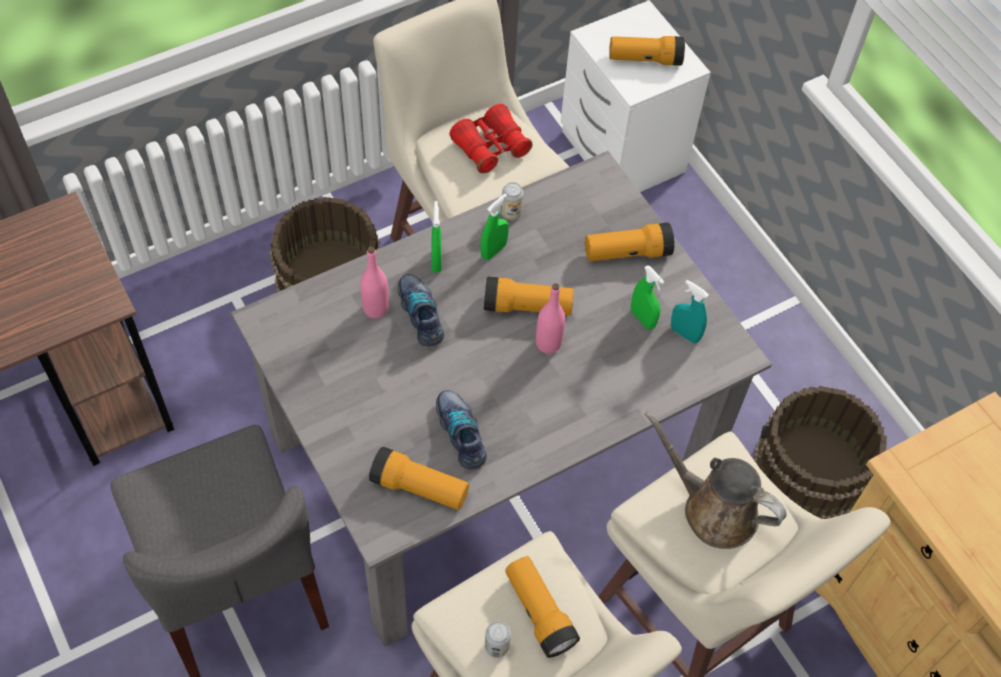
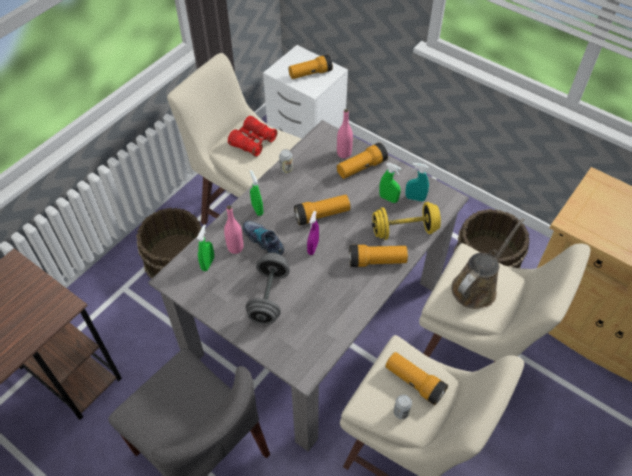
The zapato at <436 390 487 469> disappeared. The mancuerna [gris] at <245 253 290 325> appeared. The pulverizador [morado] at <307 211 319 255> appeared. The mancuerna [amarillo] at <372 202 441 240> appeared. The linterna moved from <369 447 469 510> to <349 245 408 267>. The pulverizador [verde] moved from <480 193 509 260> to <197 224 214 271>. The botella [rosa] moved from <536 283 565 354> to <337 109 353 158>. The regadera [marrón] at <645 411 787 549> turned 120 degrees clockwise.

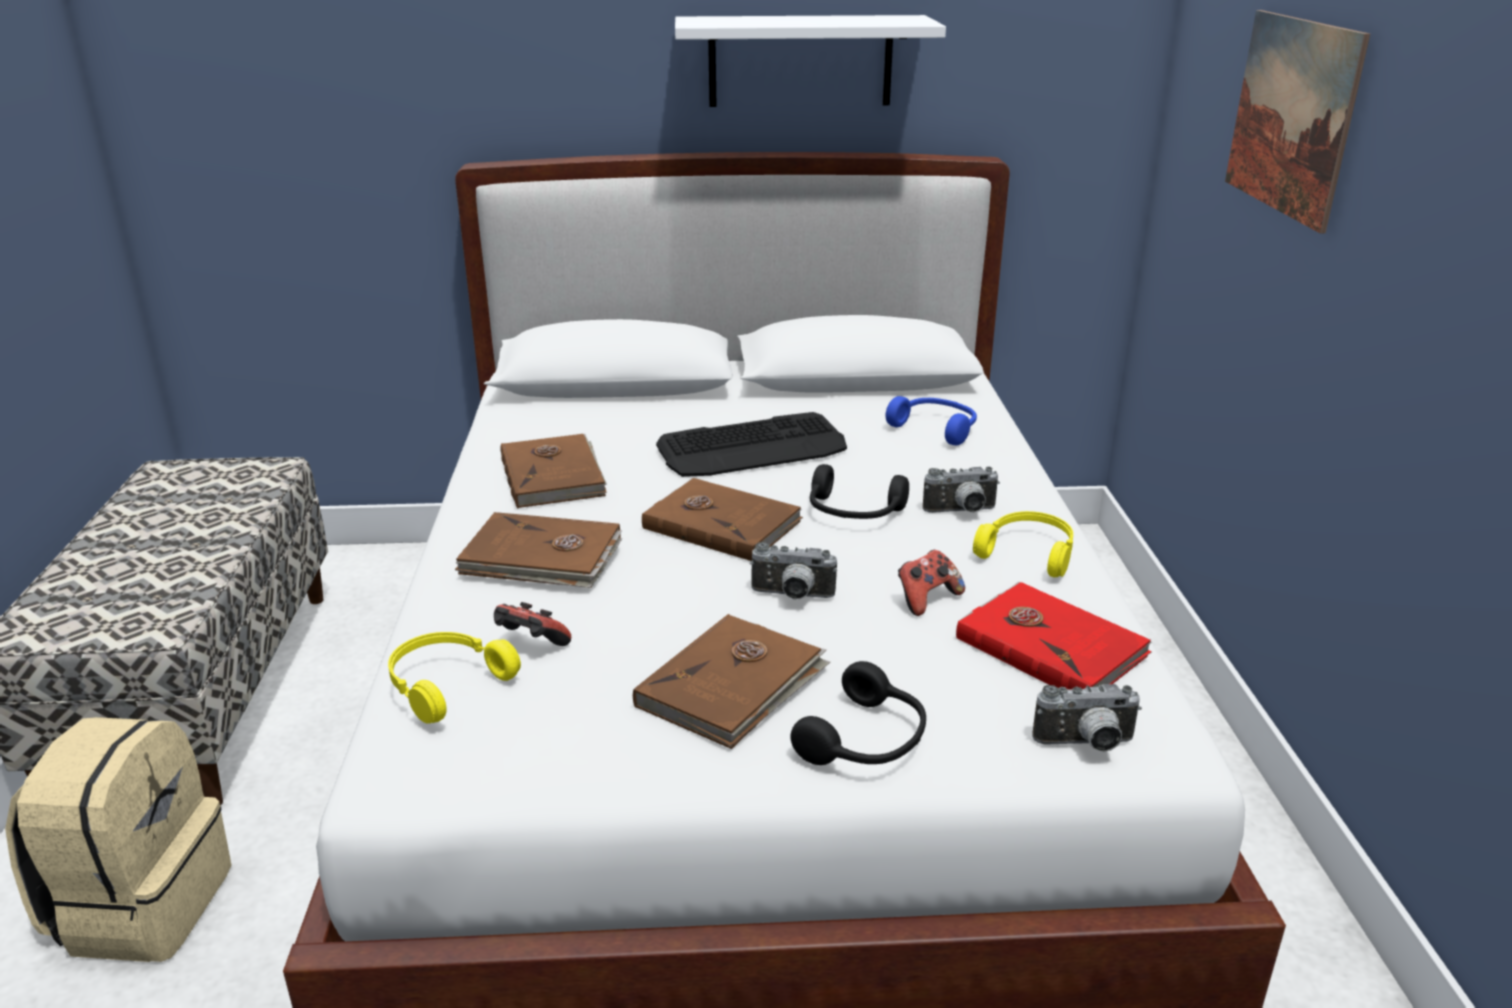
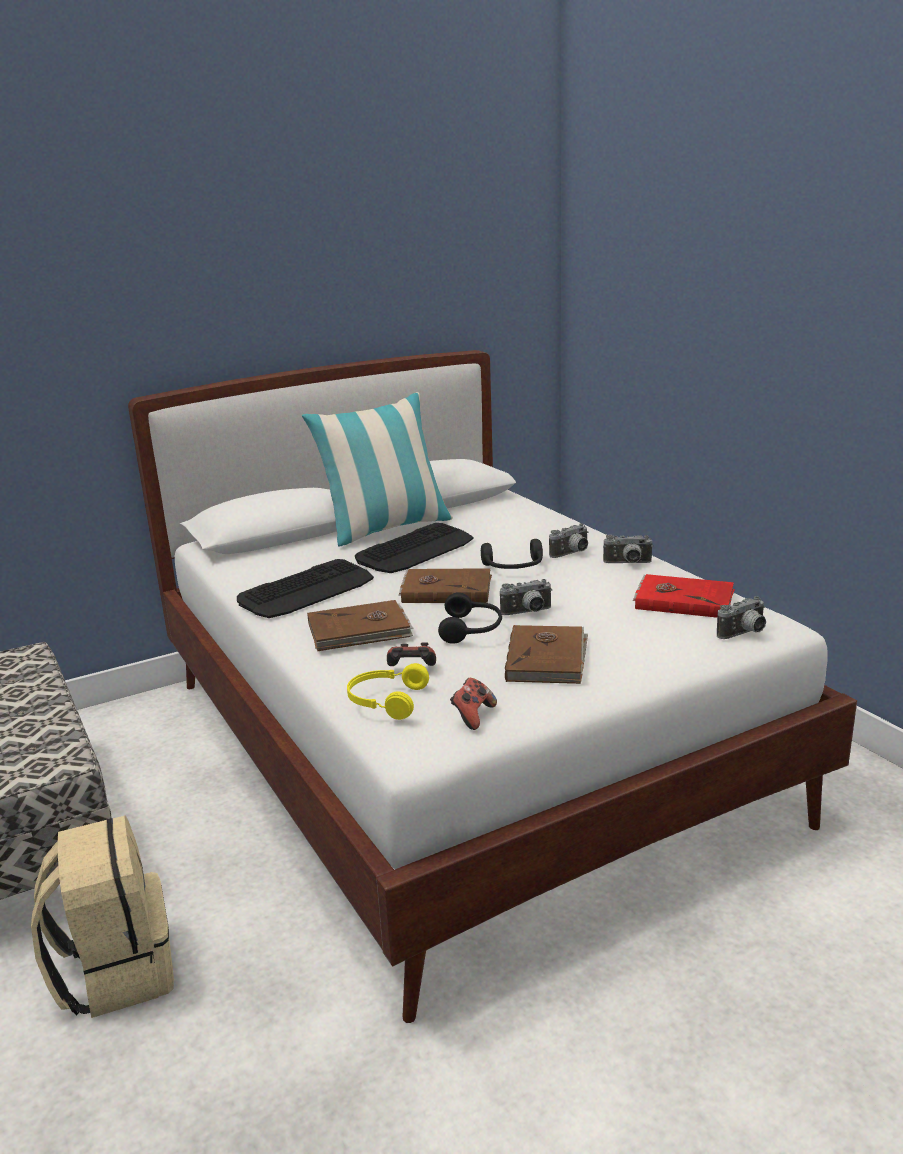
The estante [blanco] at <675 15 946 107> disappeared. The auriculares [azul] at <886 396 977 445> disappeared. The cuadro at <1225 10 1370 233> disappeared. The cojín at <302 392 453 547> appeared. The auriculares [negro] moved from <790 661 926 765> to <438 592 502 644>. The mando de consola moved from <898 550 965 616> to <450 678 497 730>. The libro [marrón] at <501 434 607 508> was replaced by the teclado at <237 559 374 618>. The auriculares [amarillo] at <973 511 1073 577> was replaced by the cámara at <603 535 653 563>.

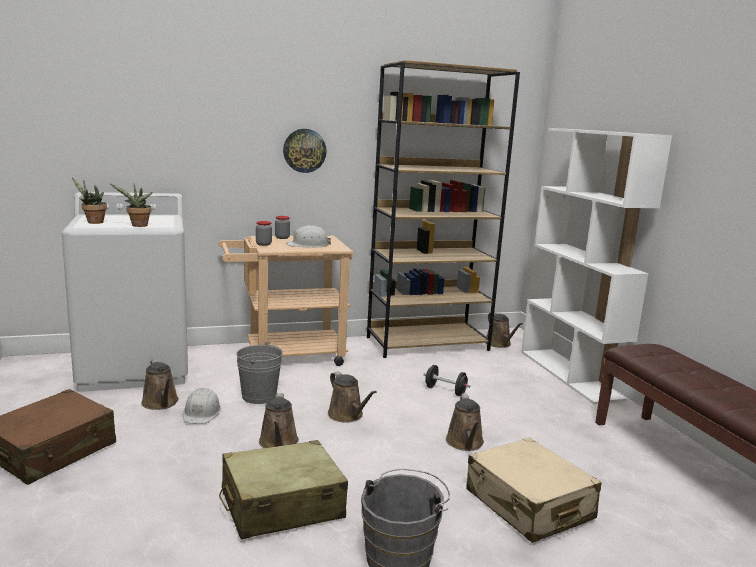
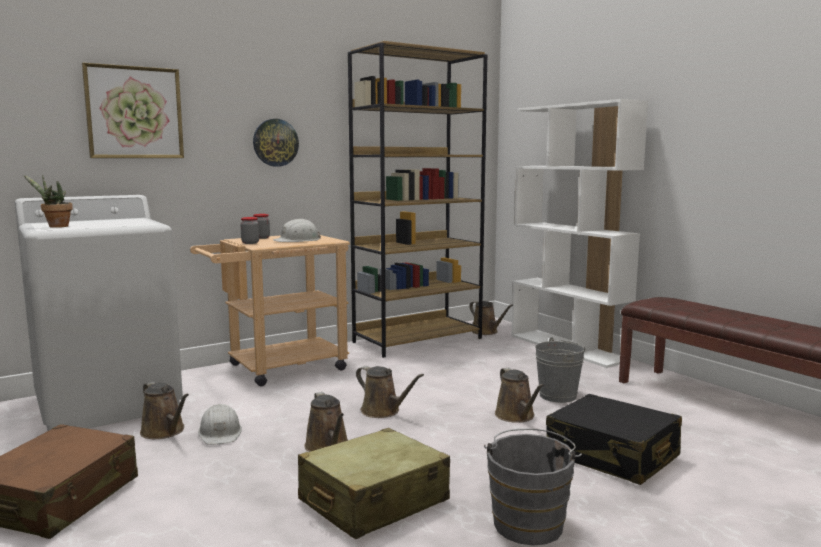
The planta en maceta at <111 184 153 227> disappeared. The mancuerna [negro] at <423 365 470 396> disappeared. The cuadro at <82 63 184 158> appeared. The cubo [gris] moved from <236 342 283 404> to <535 337 585 403>. The maleta [beis] at <466 438 601 543> became the maleta [negro] at <546 394 682 485>.

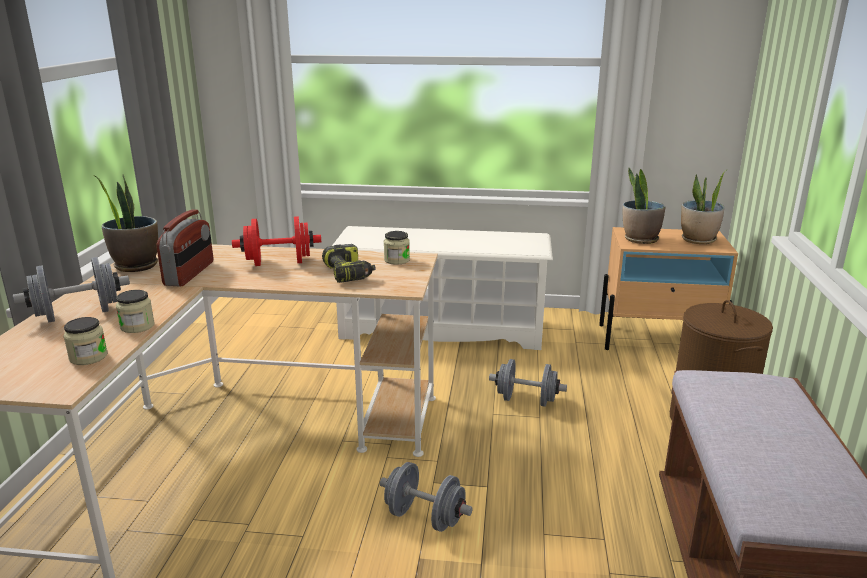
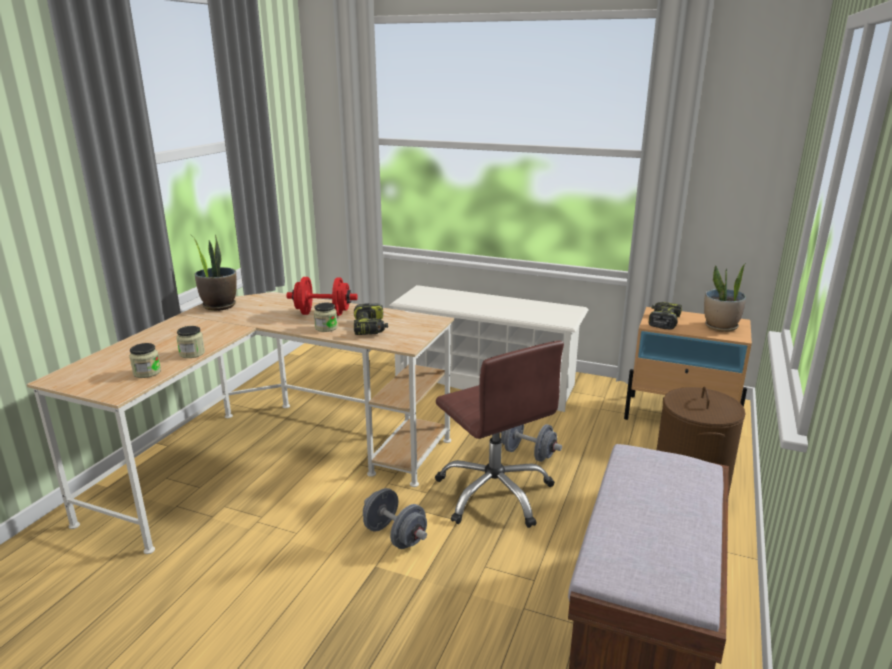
The mancuerna [gris] at <13 257 130 323> disappeared. The radio at <156 209 213 286> disappeared. The silla de oficina [marrón] at <435 341 564 528> appeared. The tarro moved from <384 231 410 265> to <314 303 337 332>. The planta en maceta at <623 168 666 244> was replaced by the taladro at <649 302 682 330>.

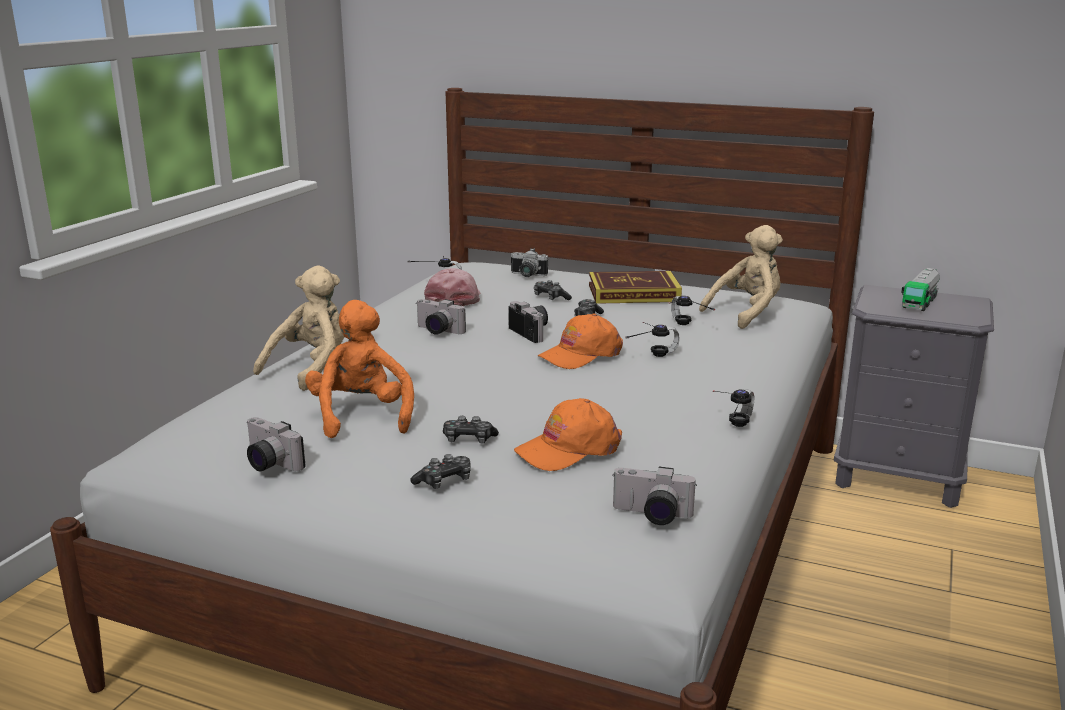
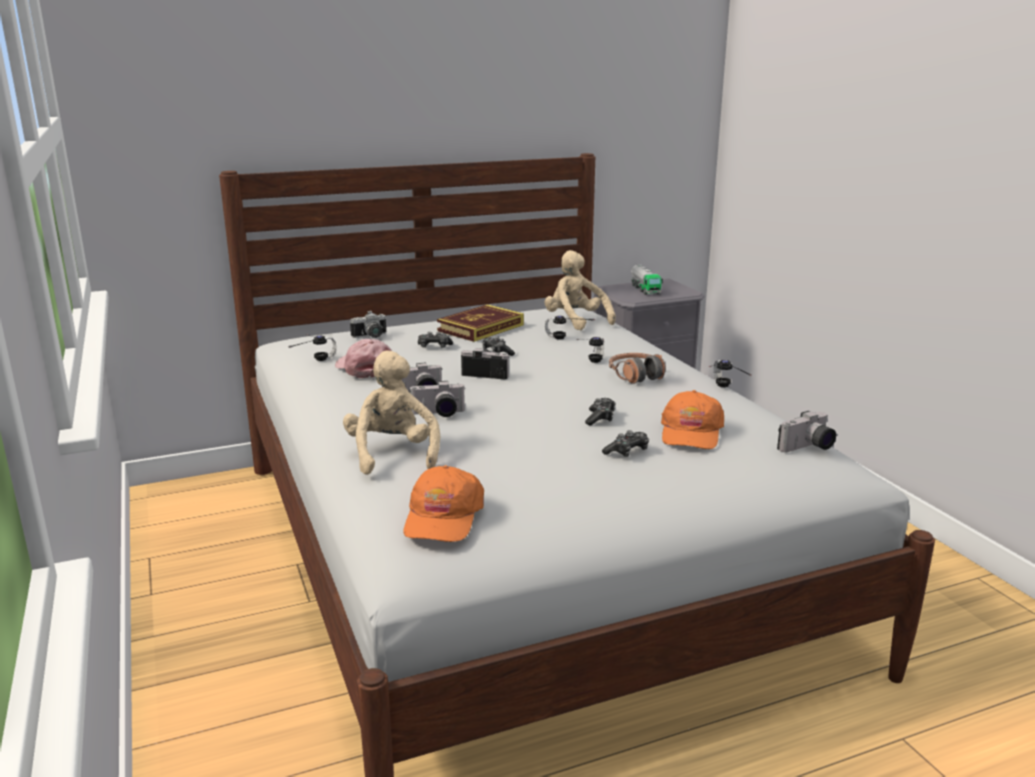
The peluche [naranja] at <305 300 414 438> disappeared. The auriculares at <609 353 666 384> appeared. The cámara moved from <247 417 306 472> to <410 381 466 417>. The mando de consola moved from <410 454 471 489> to <585 398 616 426>. The gorra [naranja] moved from <538 314 623 369> to <403 465 484 542>. The peluche [beis] at <699 225 783 329> turned 45 degrees counterclockwise.

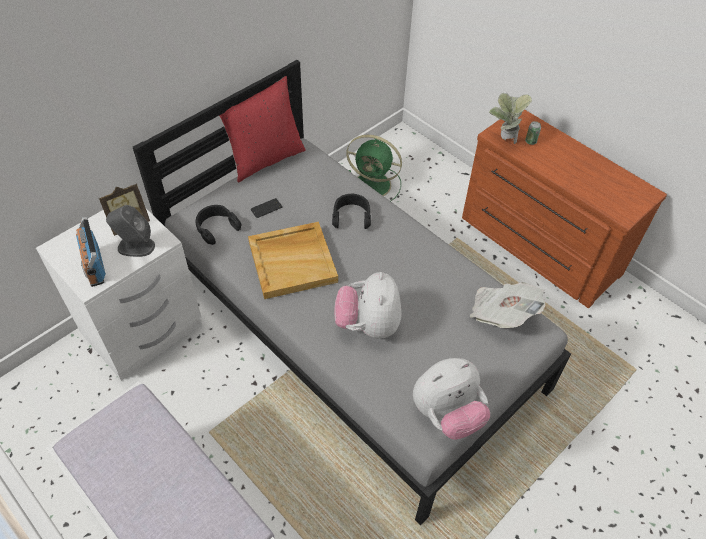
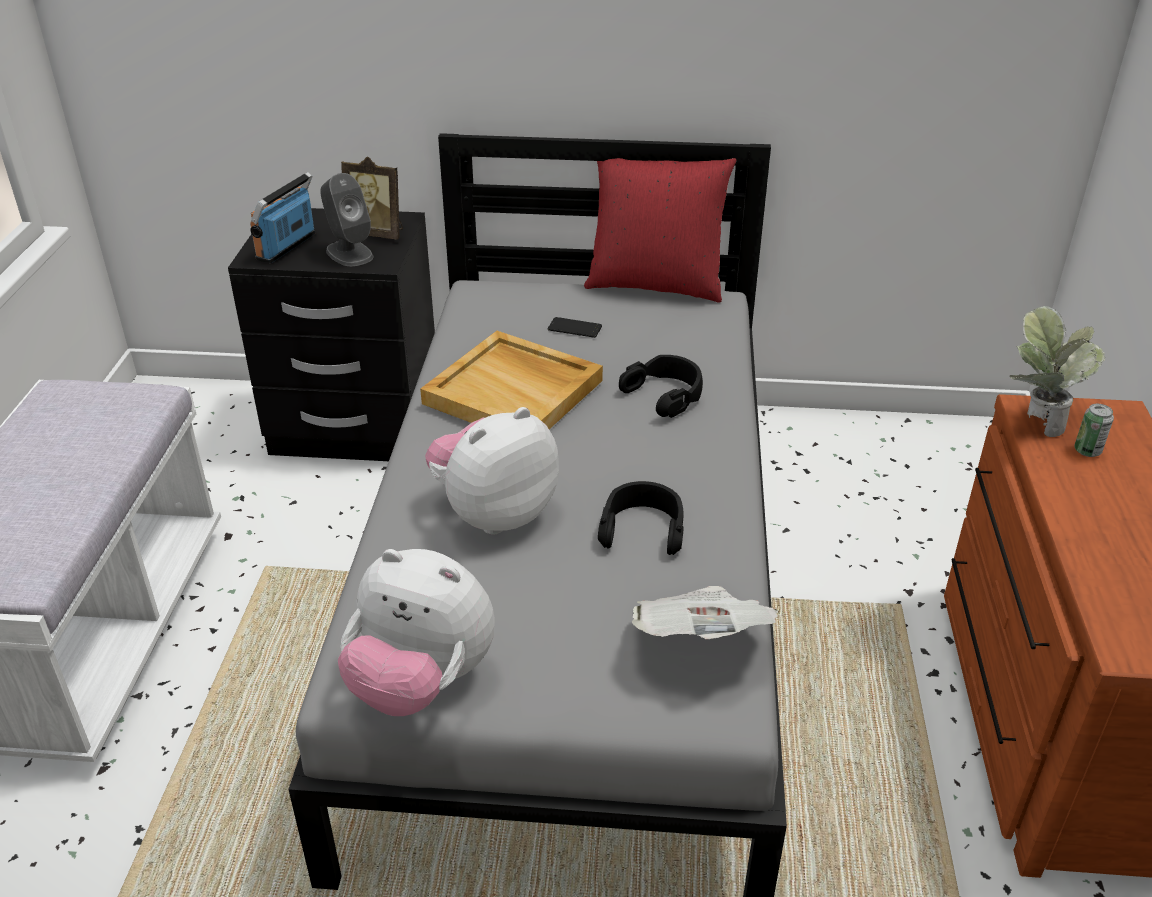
The ventilador [verde] at <346 135 402 201> disappeared. The auriculares [negro] moved from <196 205 241 245> to <598 481 684 555>. The mesita de noche [blanco] at <36 209 202 381> became the mesita de noche [negro] at <228 208 435 461>.

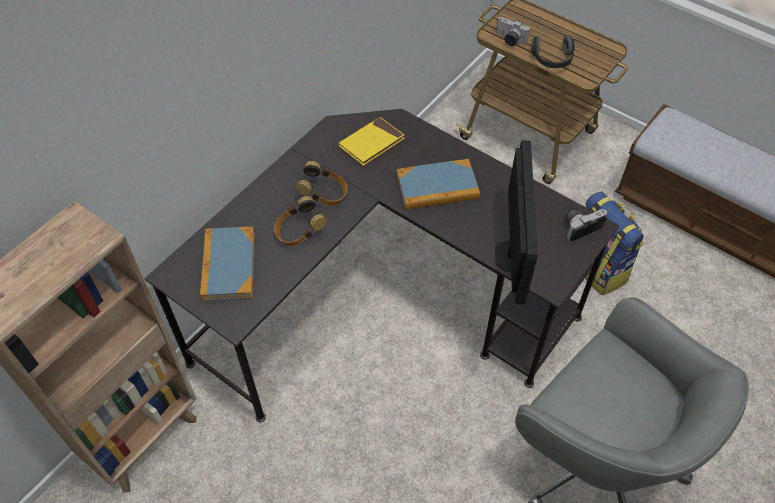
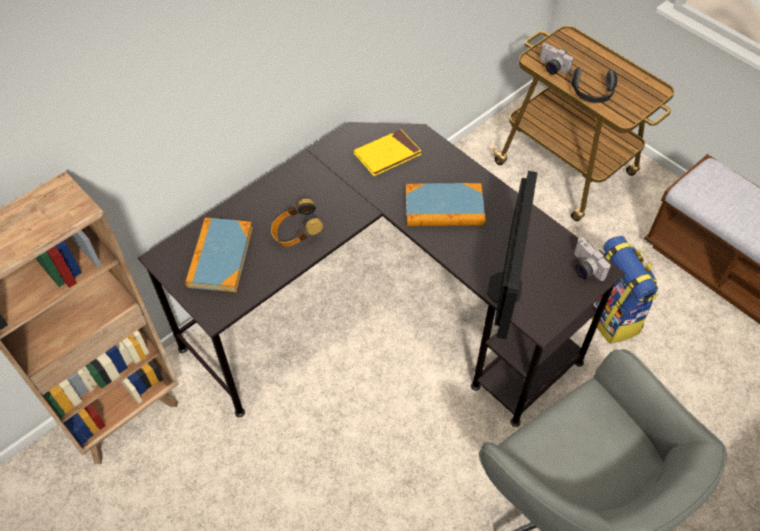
The auriculares at <296 161 347 206> disappeared. The cámara at <565 208 608 242> turned 105 degrees counterclockwise.

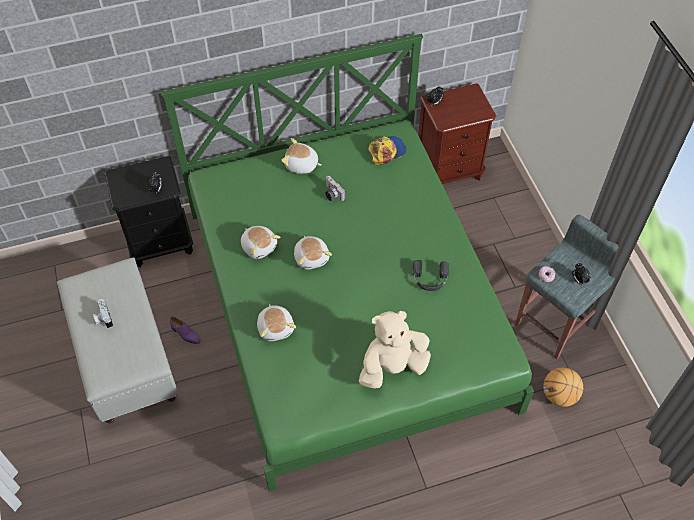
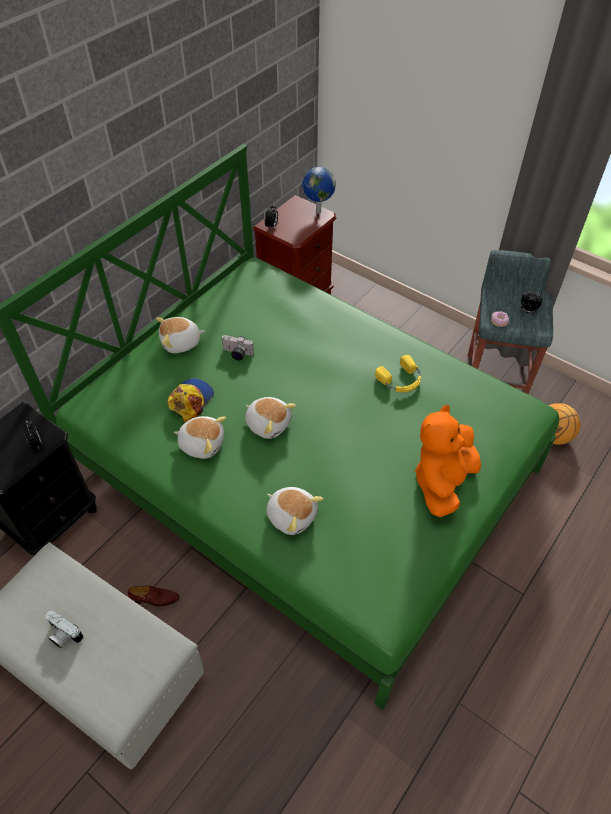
The globo terráqueo at <302 167 336 214> appeared. The gorra moved from <368 136 406 165> to <167 378 214 422>. The zapato [morado] at <170 316 201 344> became the zapato [marrón] at <128 585 180 607>. The peluche [beis] at <359 311 431 389> became the peluche [naranja] at <415 405 481 517>. The auriculares [negro] at <413 260 449 291> became the auriculares [amarillo] at <375 355 421 392>.

